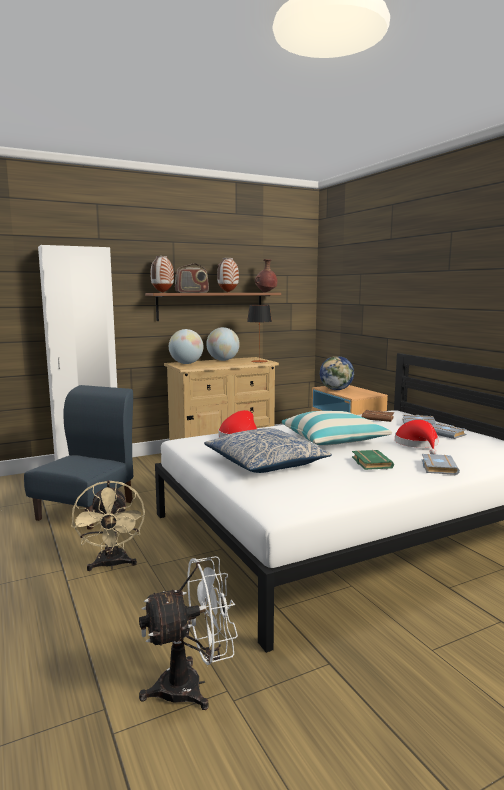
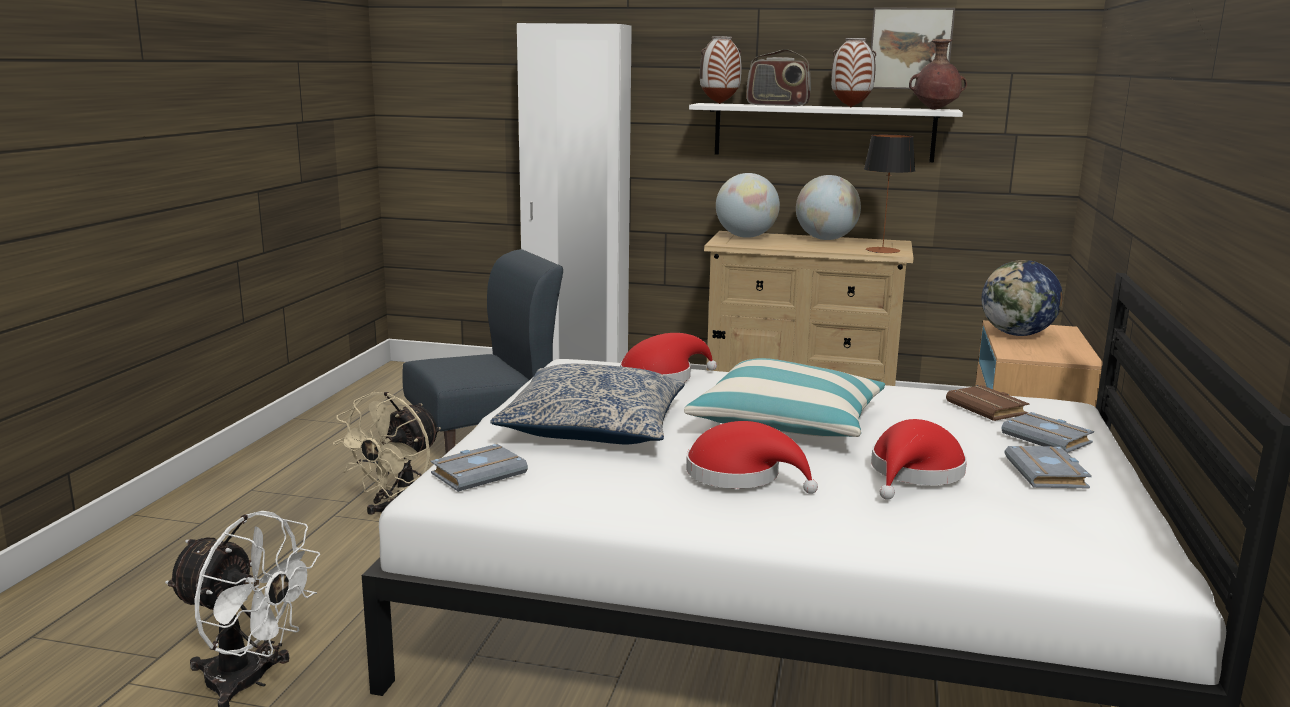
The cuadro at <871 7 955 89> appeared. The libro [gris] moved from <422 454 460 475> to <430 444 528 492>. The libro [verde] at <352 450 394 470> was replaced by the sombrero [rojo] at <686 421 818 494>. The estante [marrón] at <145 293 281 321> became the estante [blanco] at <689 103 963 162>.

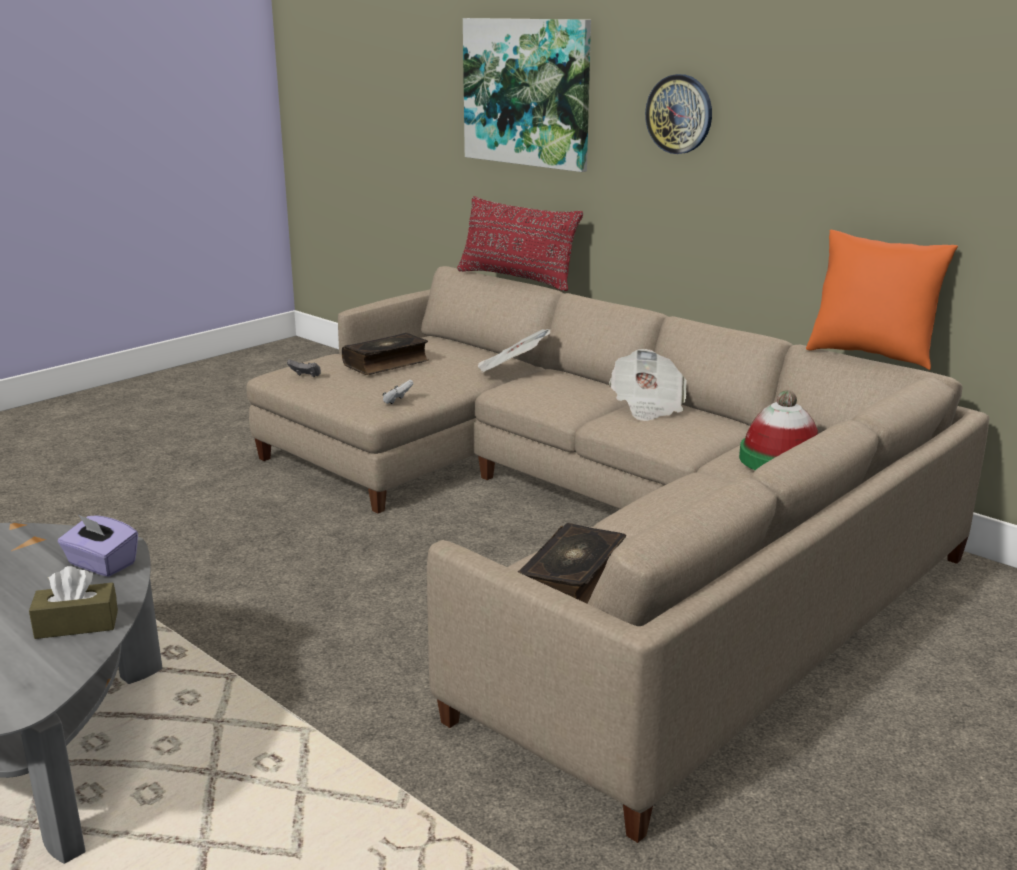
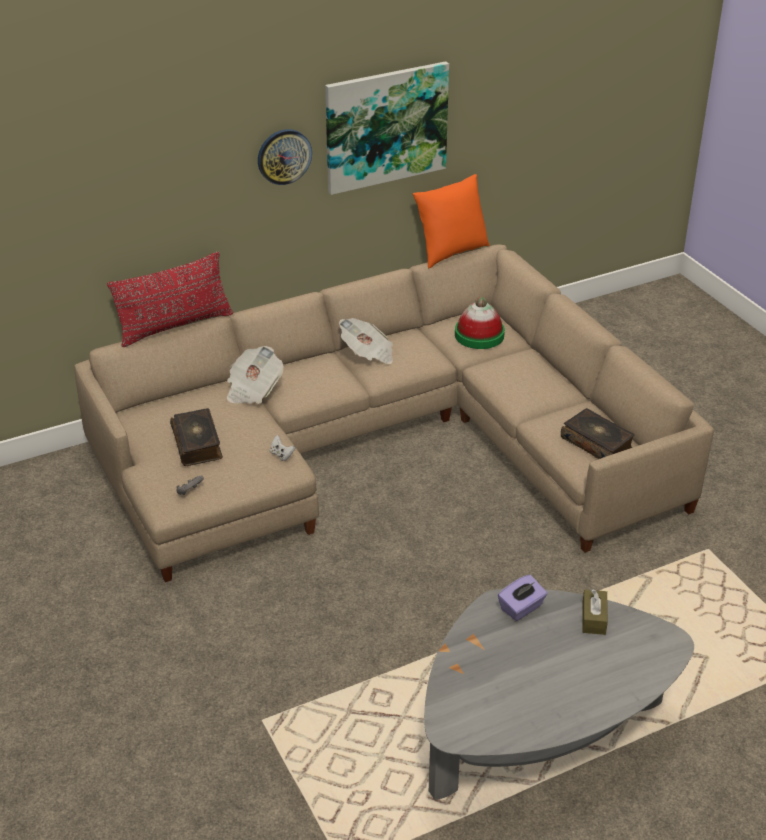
The cuadro moved from <463 18 591 172> to <325 61 449 195>.

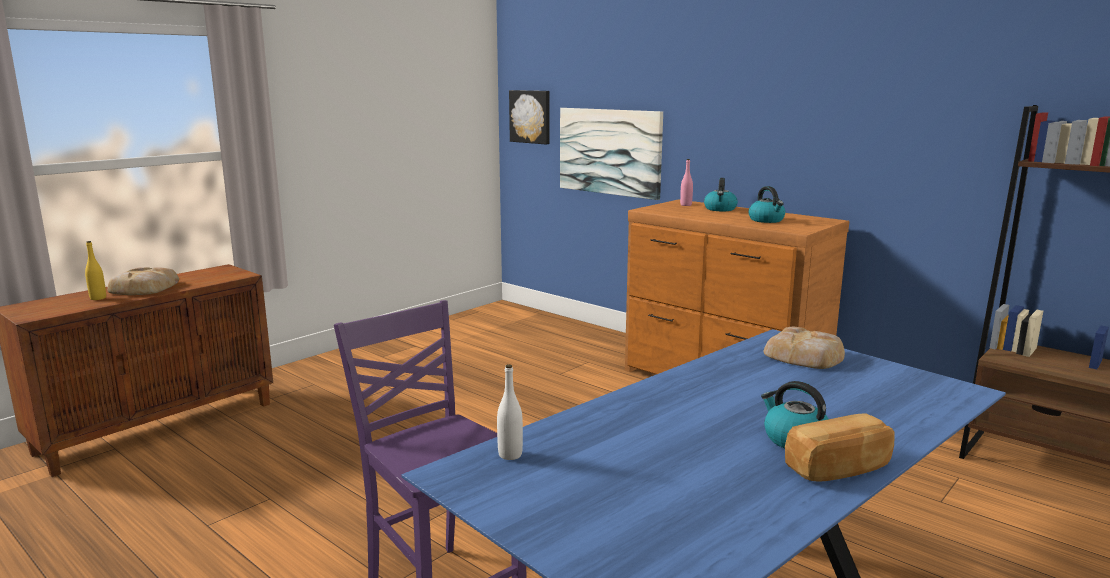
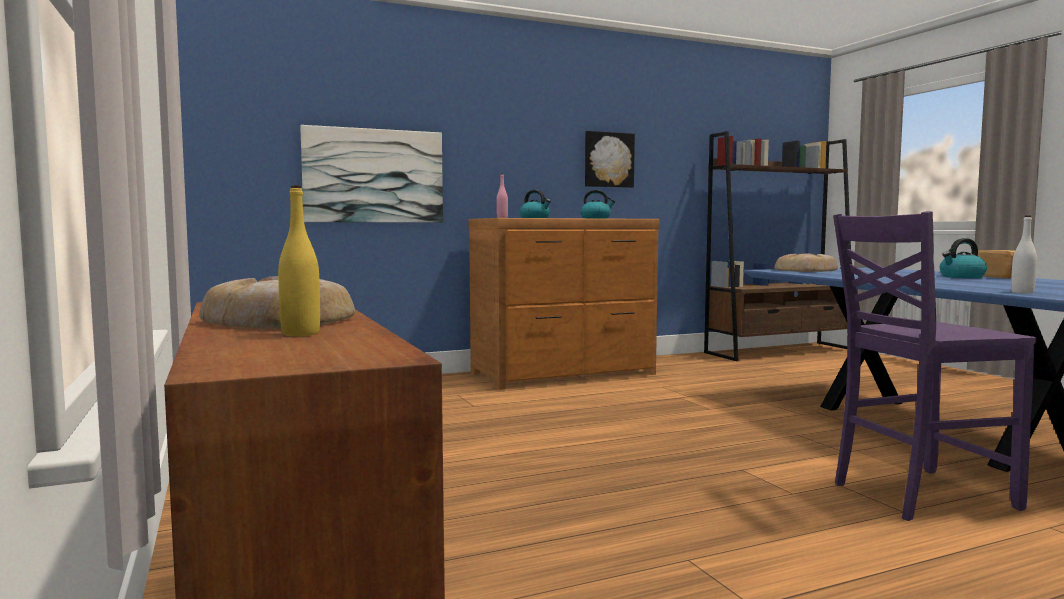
The cuadro moved from <509 90 550 145> to <585 131 635 188>.

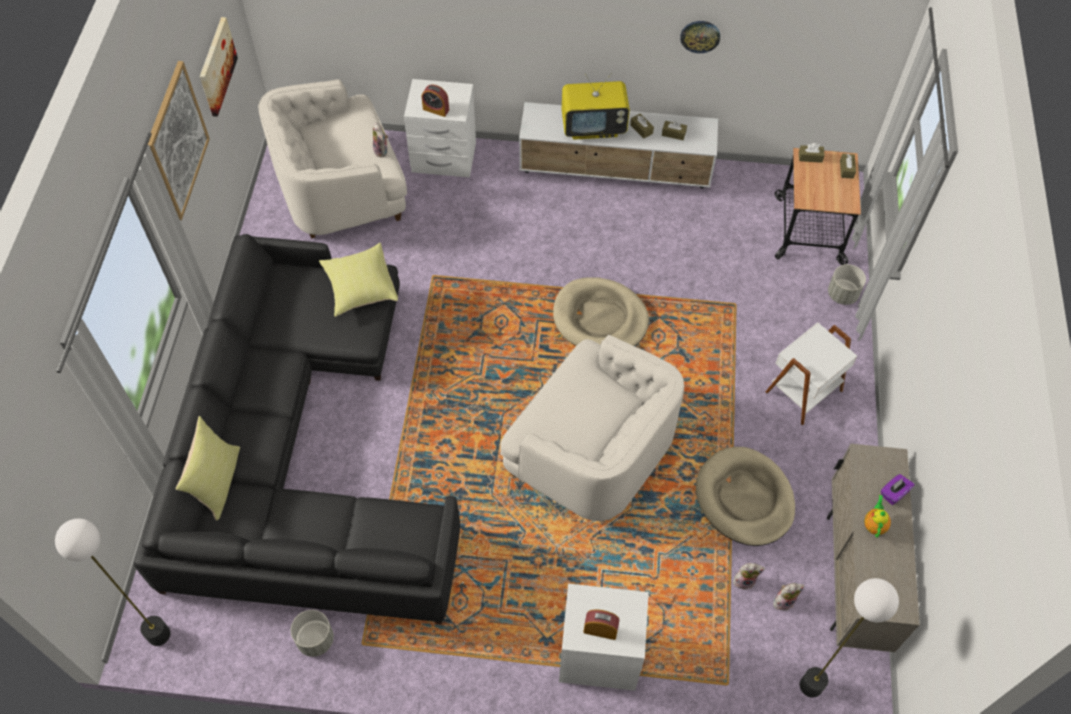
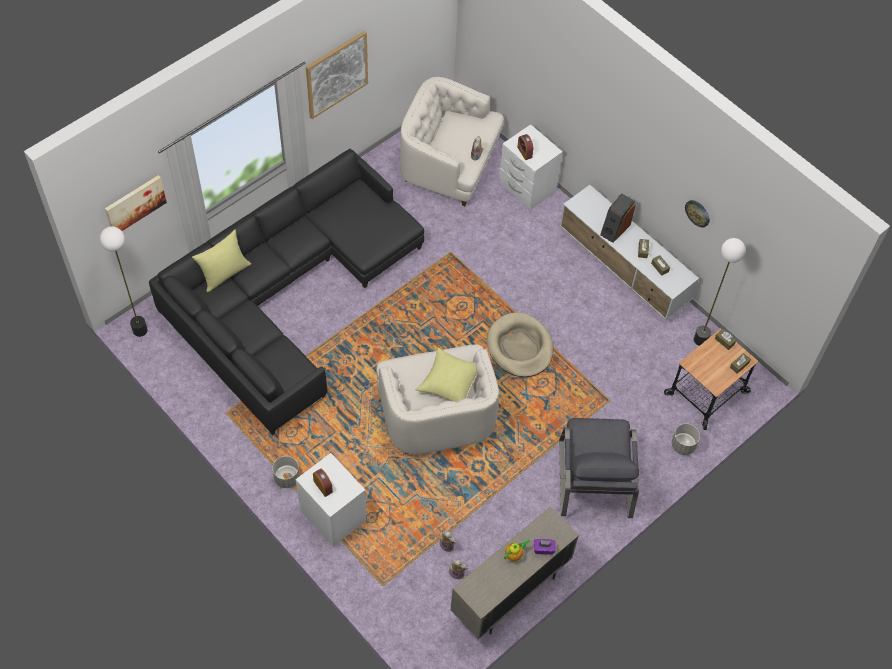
The cama para perro [beis] at <696 447 795 546> disappeared. The cuadro moved from <200 17 238 117> to <105 175 167 231>. The maceta [gris] moved from <291 610 334 657> to <272 456 300 488>. The cojín [amarillo] moved from <319 243 398 317> to <416 347 477 401>. The lámpara de pie moved from <800 578 899 698> to <694 238 746 346>. The televisor at <562 73 630 140> was replaced by the altavoz at <600 194 635 243>. The mesa auxiliar [blanco] at <765 322 857 425> was replaced by the sillón [gris] at <559 418 639 518>.

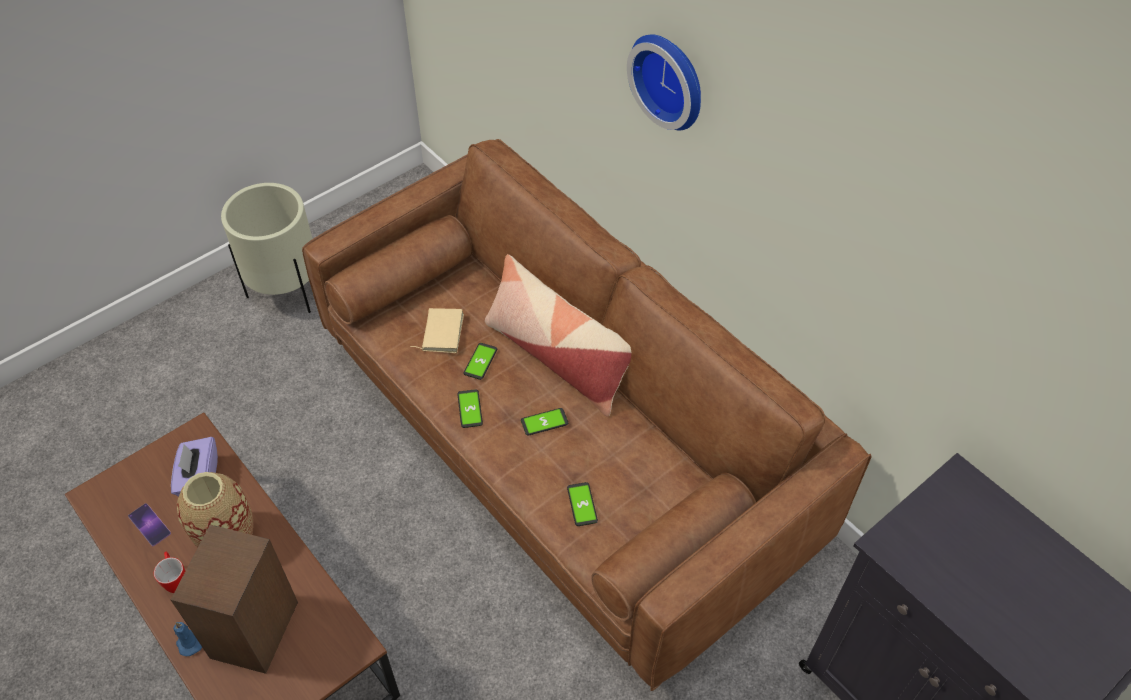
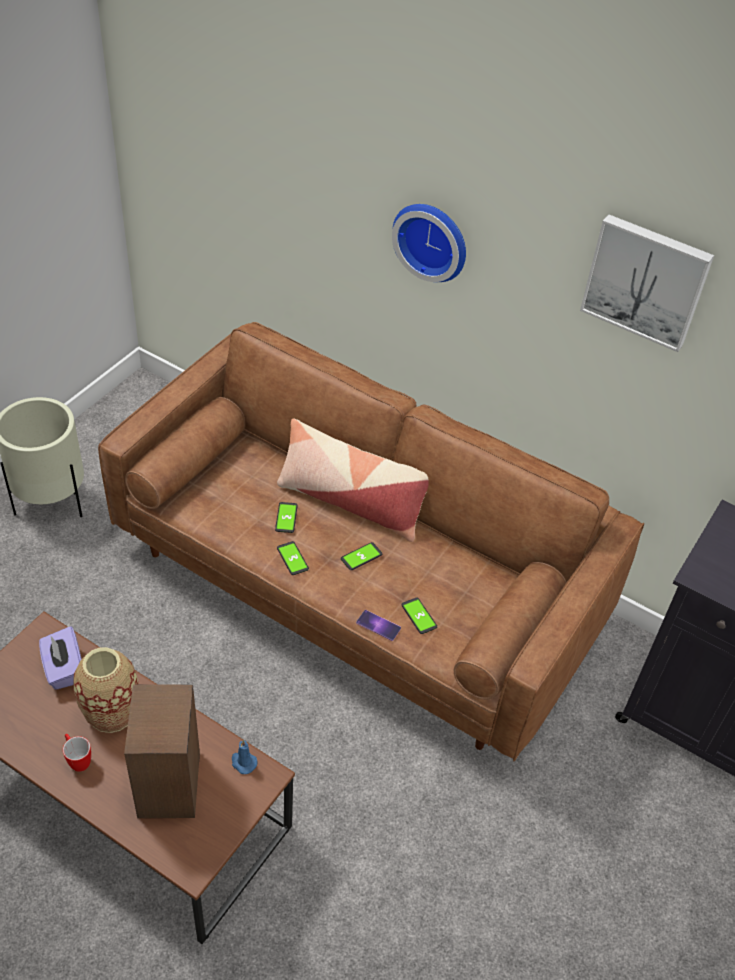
The libro [beis] at <411 308 464 353> disappeared. The cuadro at <580 215 714 352> appeared. The móvil moved from <128 503 171 546> to <356 610 401 641>. The vela [azul] moved from <173 622 202 656> to <232 740 257 774>.

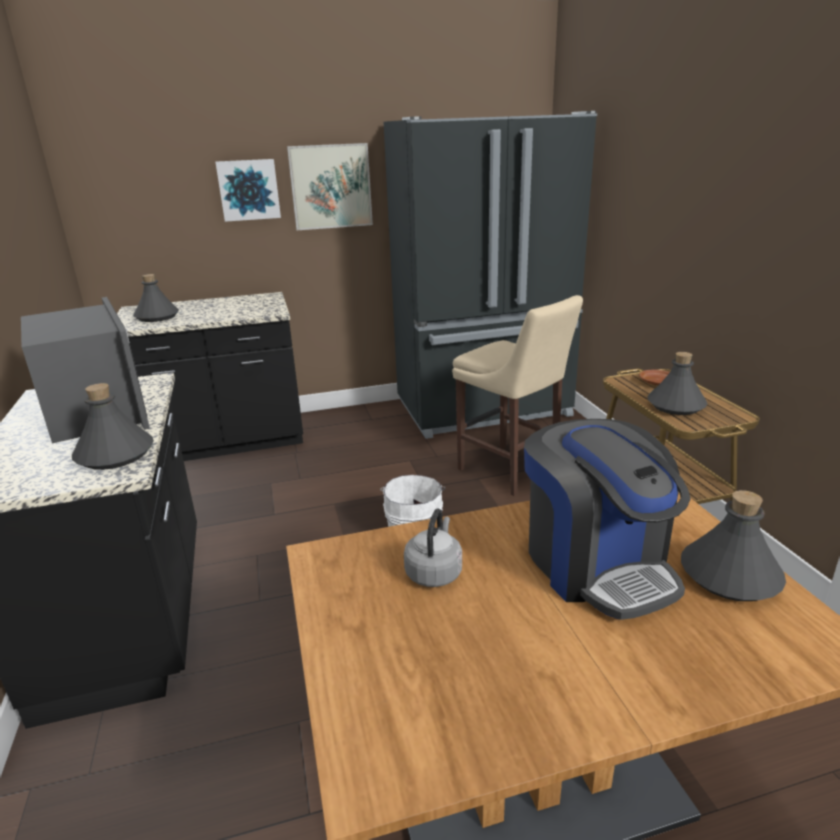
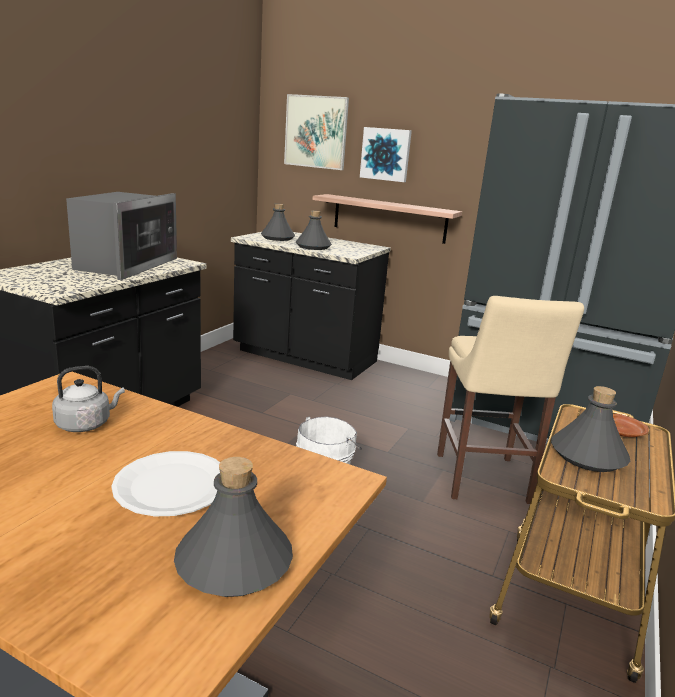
The estante at <312 194 462 244> appeared. The botella [gris] moved from <72 383 154 470> to <296 211 332 250>. The cuadro moved from <287 143 373 230> to <284 94 349 170>. The cafetera at <524 419 691 620> was replaced by the plato [blanco] at <111 451 220 516>.

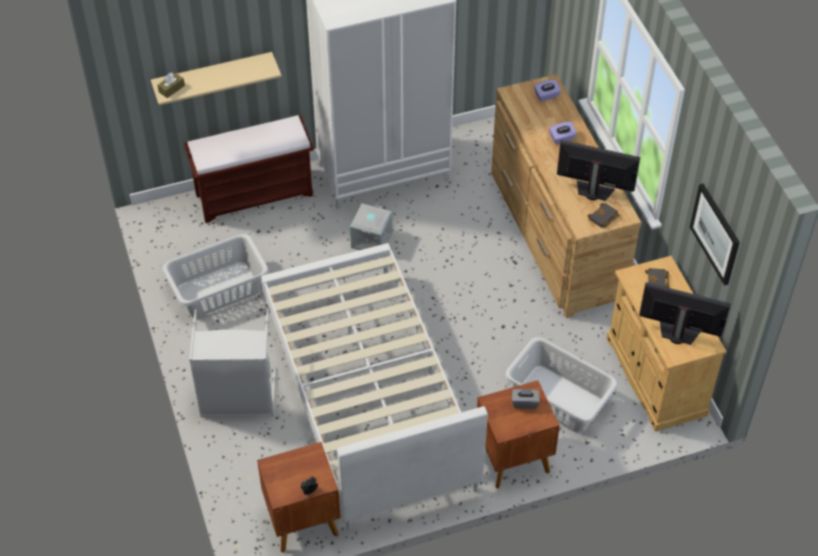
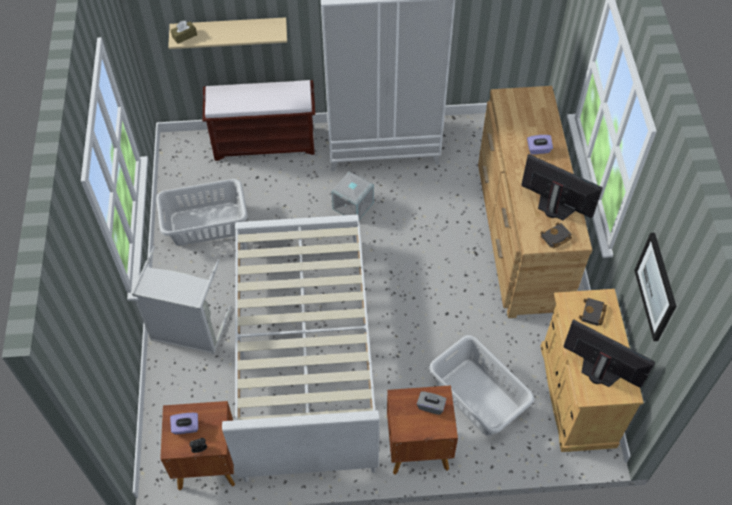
The caja de pañuelos [morado] moved from <534 79 561 102> to <170 413 198 434>.

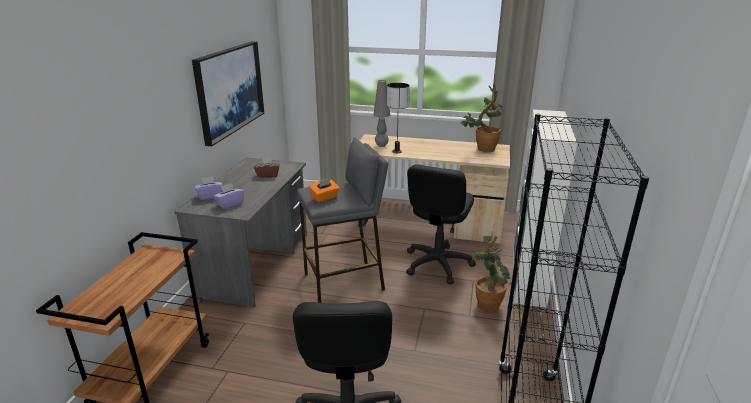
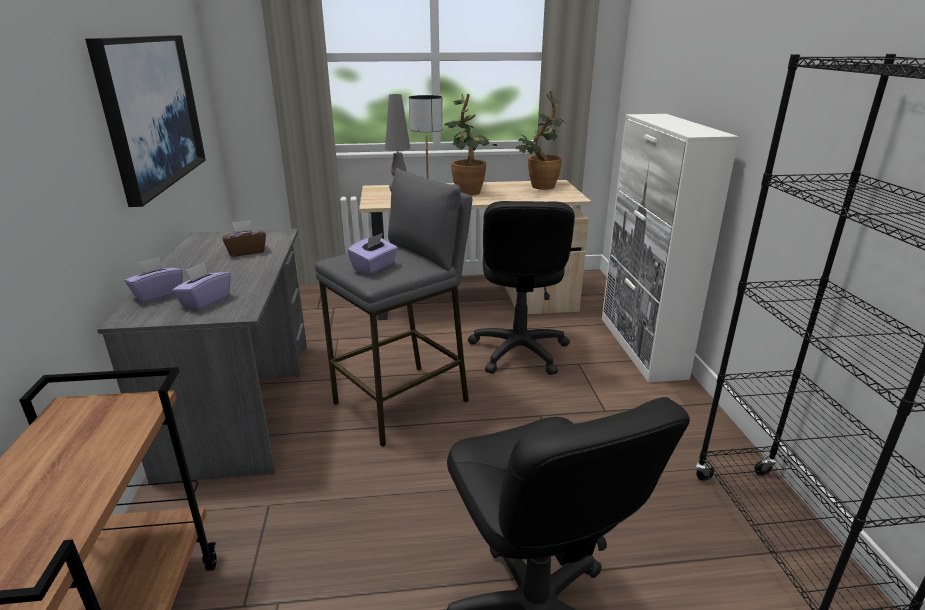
The planta en maceta moved from <475 232 511 312> to <444 94 497 196>. The caja de pañuelos [naranja] at <308 178 340 202> became the caja de pañuelos [morado] at <348 233 398 275>.

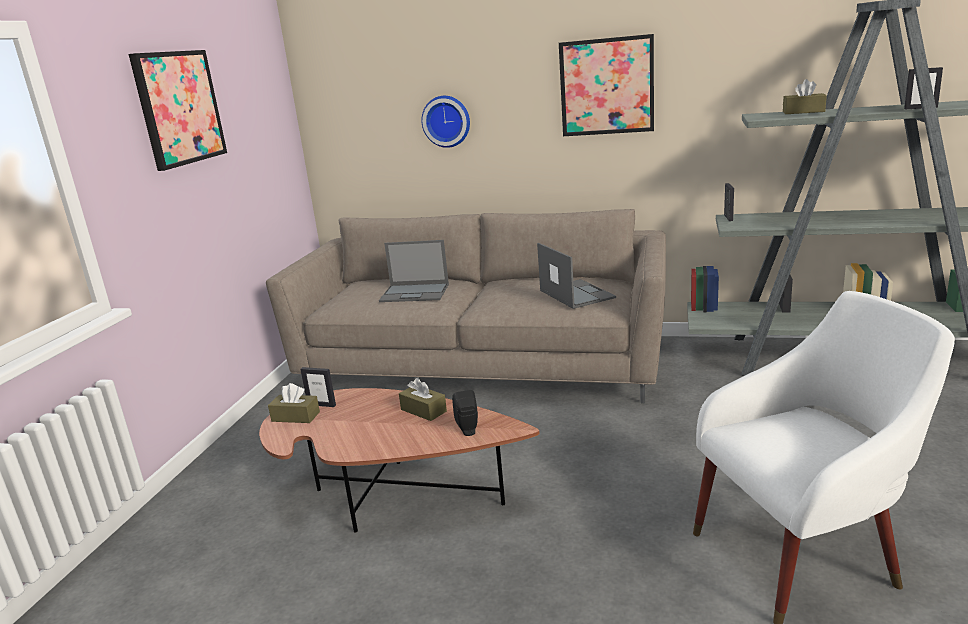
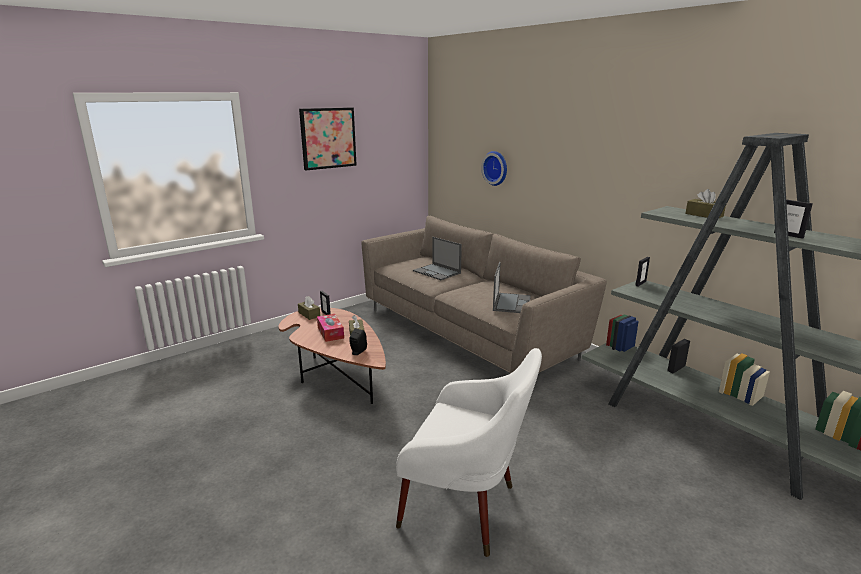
The cuadro at <559 34 654 136> disappeared. The caja de pañuelos at <317 314 344 342> appeared.

